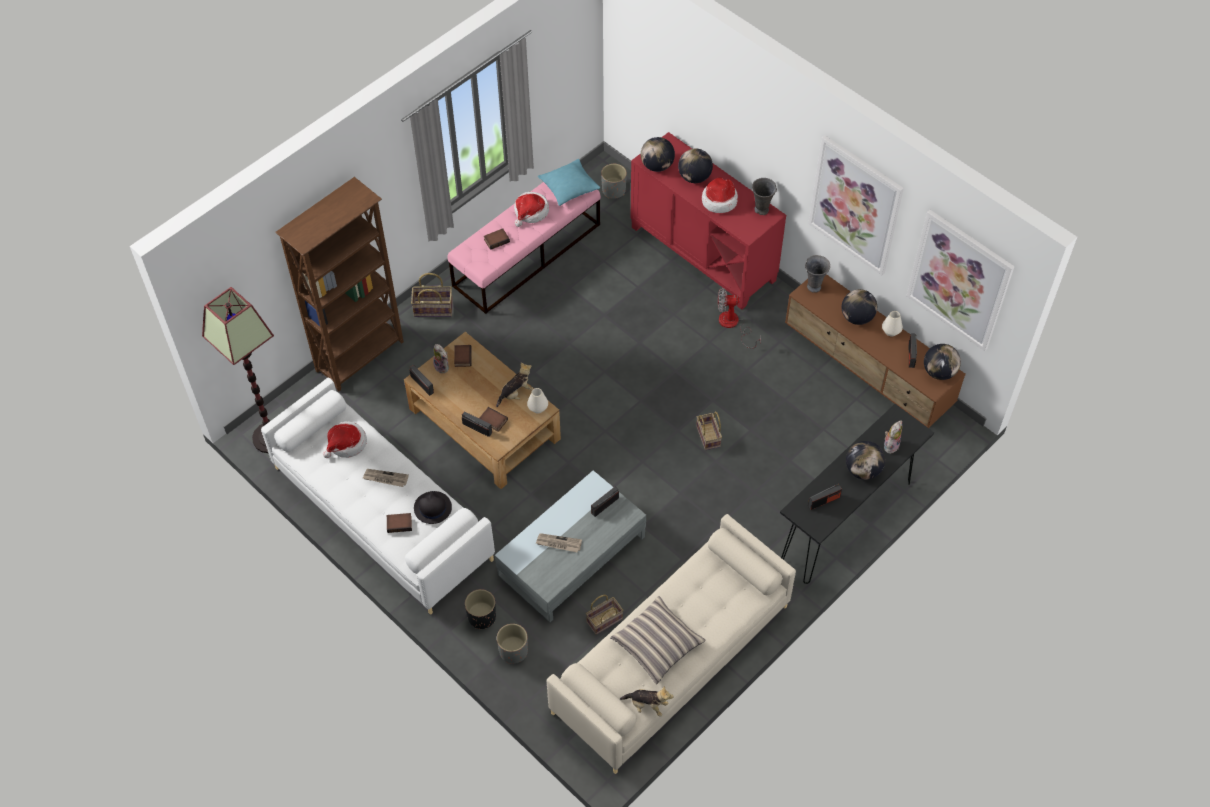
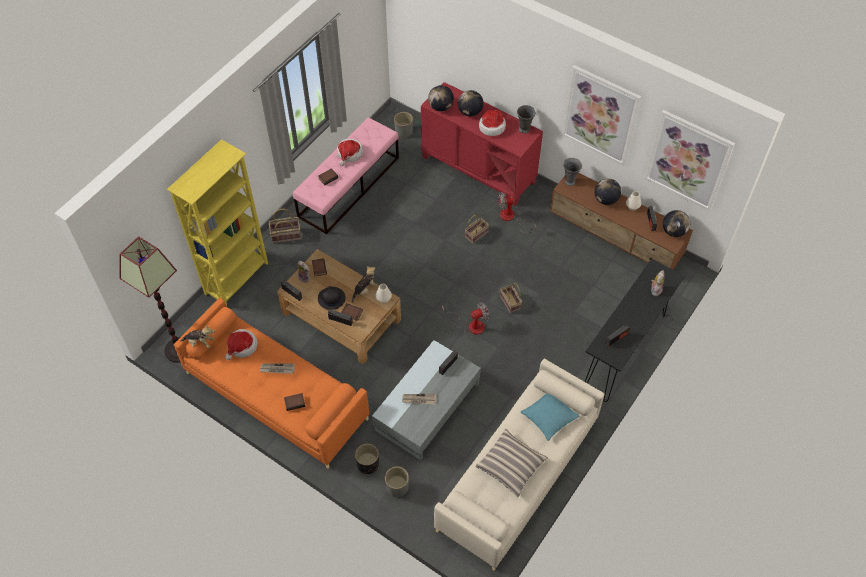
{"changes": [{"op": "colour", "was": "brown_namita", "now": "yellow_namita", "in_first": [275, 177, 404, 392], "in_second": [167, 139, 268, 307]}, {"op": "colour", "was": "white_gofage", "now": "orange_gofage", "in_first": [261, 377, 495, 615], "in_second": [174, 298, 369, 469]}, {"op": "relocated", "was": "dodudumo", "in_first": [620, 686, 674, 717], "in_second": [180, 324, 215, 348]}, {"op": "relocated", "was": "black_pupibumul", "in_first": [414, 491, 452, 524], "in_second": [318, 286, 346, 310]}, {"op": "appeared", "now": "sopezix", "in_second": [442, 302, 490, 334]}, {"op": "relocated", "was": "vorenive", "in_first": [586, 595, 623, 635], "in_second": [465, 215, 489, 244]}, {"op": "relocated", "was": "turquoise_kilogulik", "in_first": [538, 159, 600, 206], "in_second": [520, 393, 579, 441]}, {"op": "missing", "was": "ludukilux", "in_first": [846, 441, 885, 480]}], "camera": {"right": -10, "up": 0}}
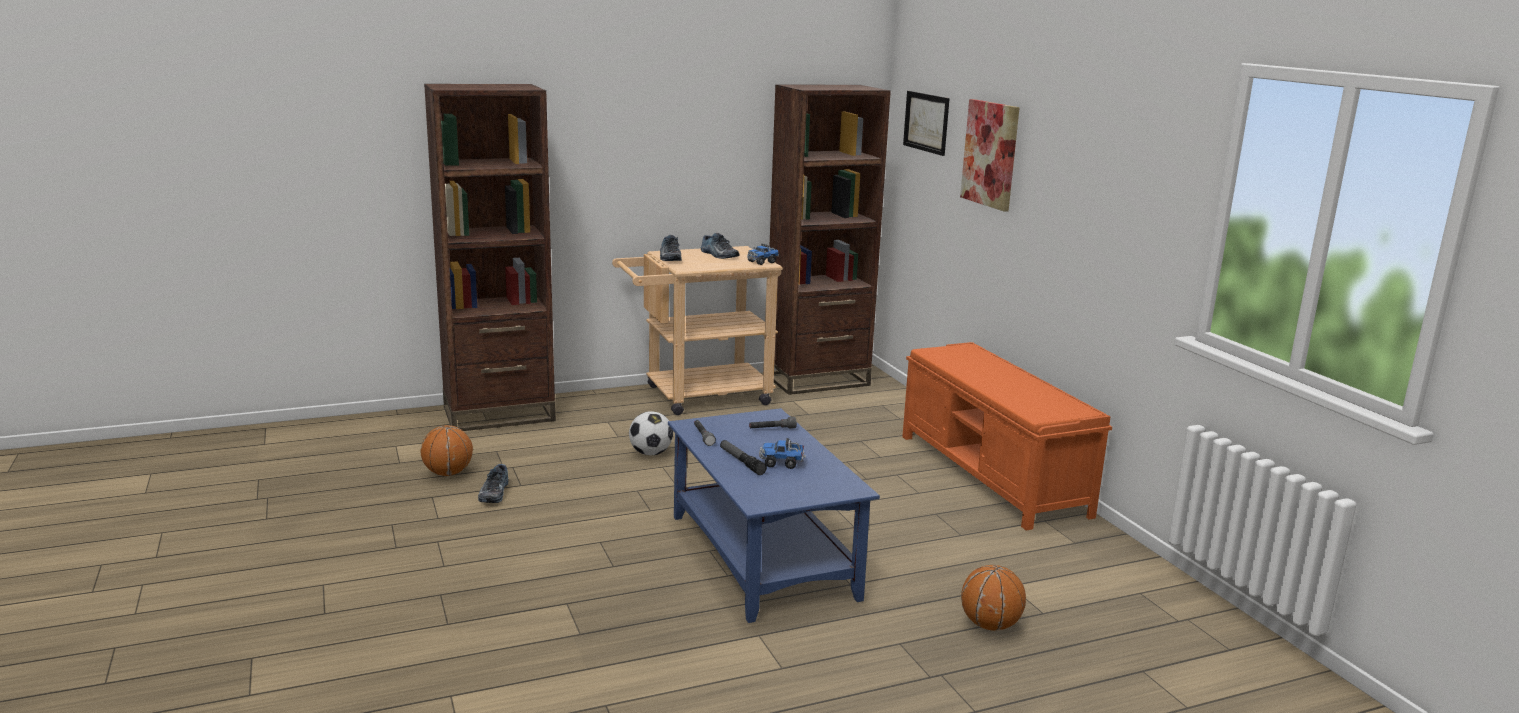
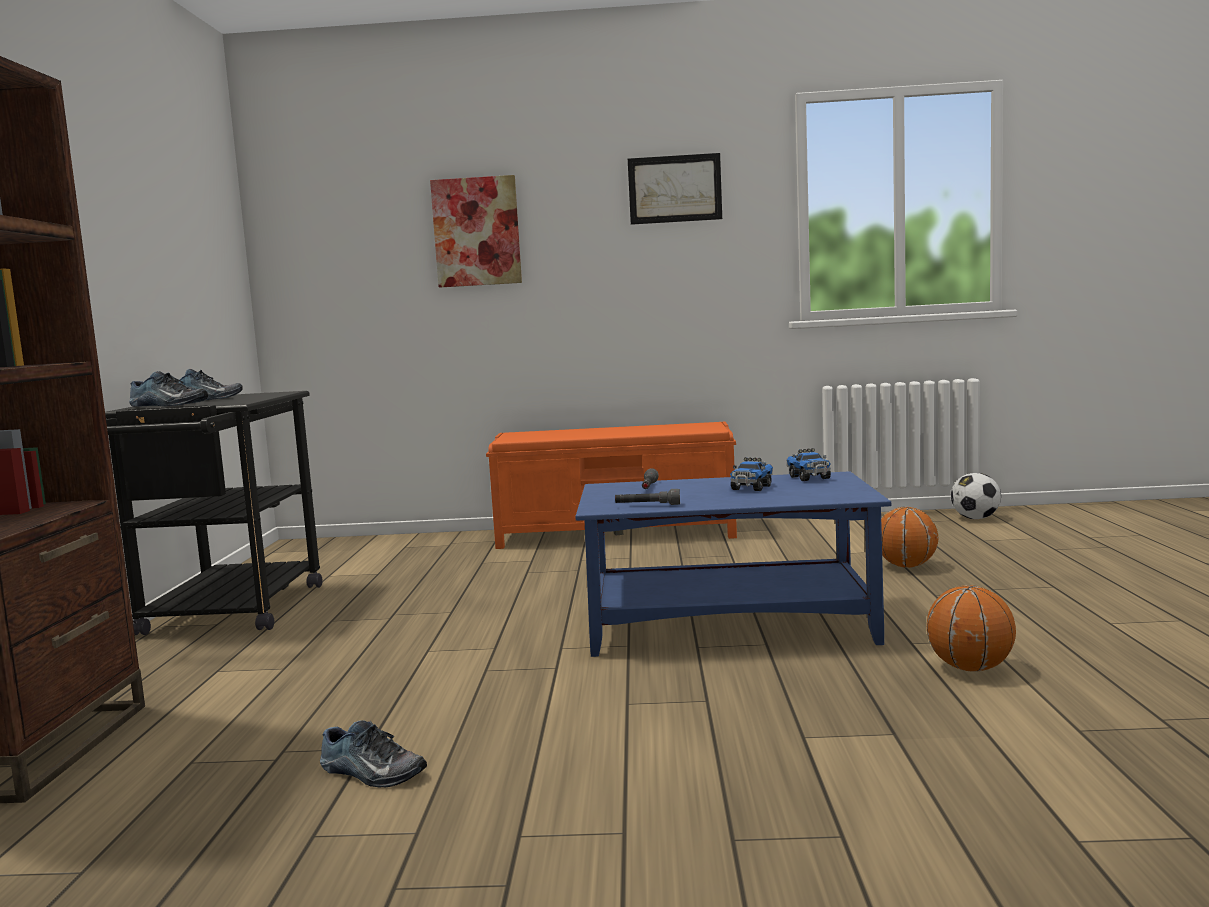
{"changes": [{"op": "colour", "was": "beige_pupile", "now": "black_pupile", "in_first": [612, 246, 783, 415], "in_second": [105, 391, 323, 635]}, {"op": "relocated", "was": "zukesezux", "in_first": [903, 91, 950, 156], "in_second": [628, 153, 722, 225]}, {"op": "relocated", "was": "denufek", "in_first": [747, 243, 779, 265], "in_second": [787, 448, 831, 481]}, {"op": "relocated", "was": "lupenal", "in_first": [421, 425, 473, 476], "in_second": [927, 585, 1016, 672]}, {"op": "relocated", "was": "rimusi", "in_first": [629, 411, 673, 455], "in_second": [951, 473, 1001, 519]}, {"op": "missing", "was": "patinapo", "in_first": [720, 440, 767, 475]}, {"op": "missing", "was": "brown_namita", "in_first": [769, 85, 891, 395]}], "camera": {"right": -65, "up": -10}}
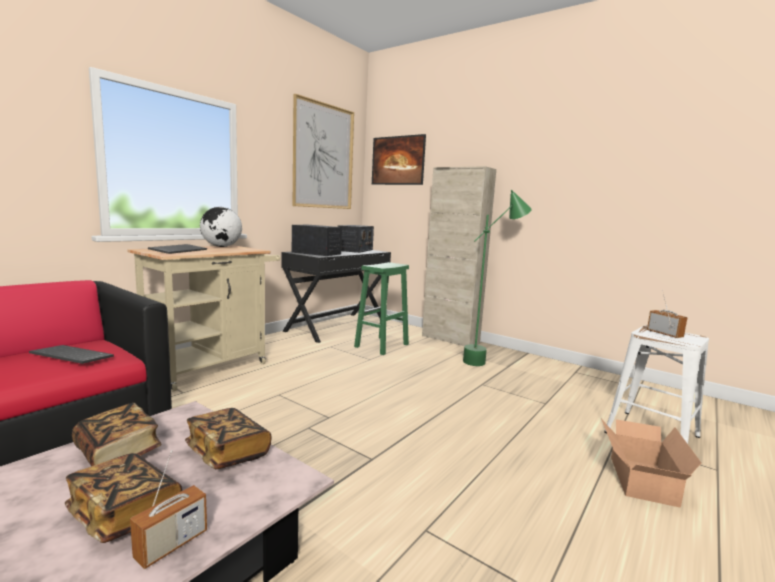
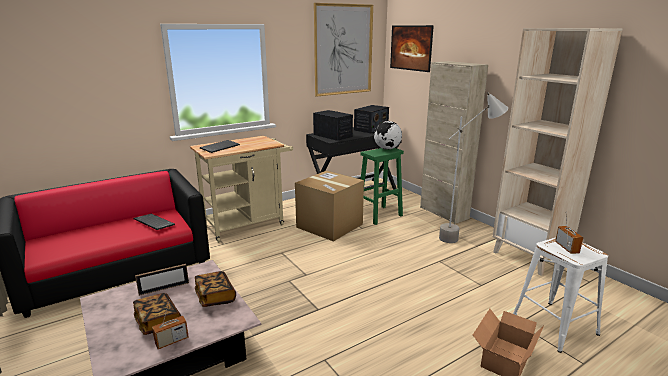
{"changes": [{"op": "exchanged", "was": "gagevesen", "now": "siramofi", "in_first": [72, 403, 162, 466], "in_second": [135, 264, 189, 296]}, {"op": "appeared", "now": "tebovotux", "in_second": [295, 171, 364, 242]}, {"op": "relocated", "was": "ludukilux", "in_first": [200, 207, 242, 247], "in_second": [374, 121, 402, 150]}, {"op": "colour", "was": "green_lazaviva", "now": "grey_lazaviva", "in_first": [463, 190, 532, 366], "in_second": [439, 92, 508, 243]}, {"op": "appeared", "now": "beige_namita", "in_second": [493, 28, 623, 276]}], "camera": {"right": 20, "up": 10}}
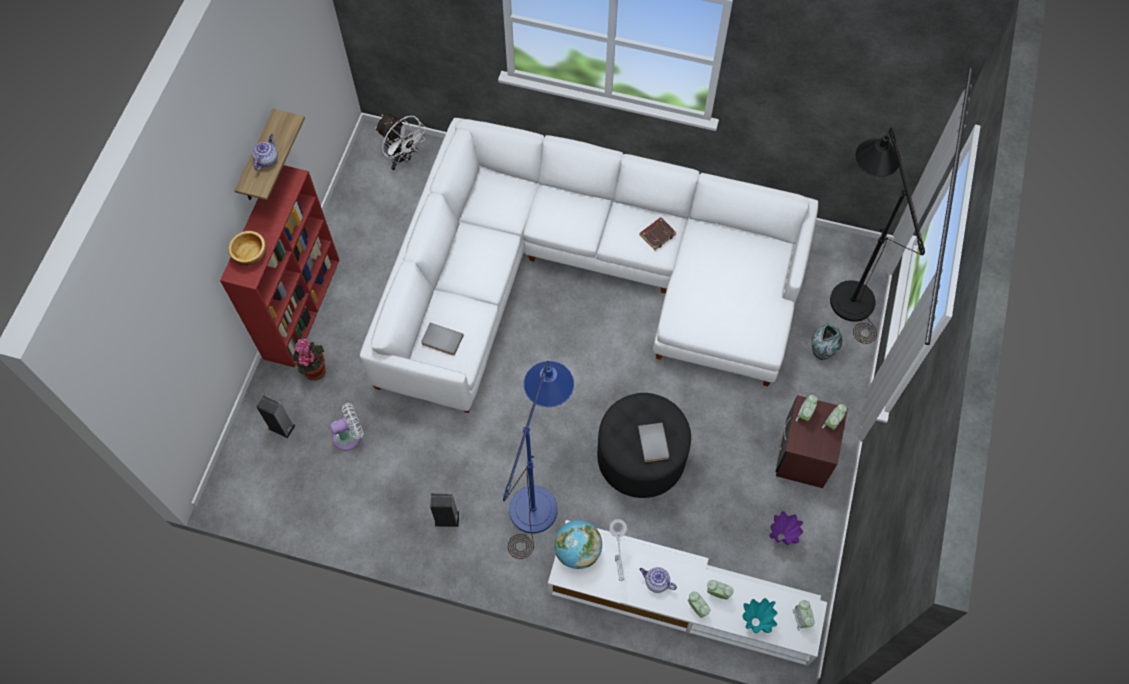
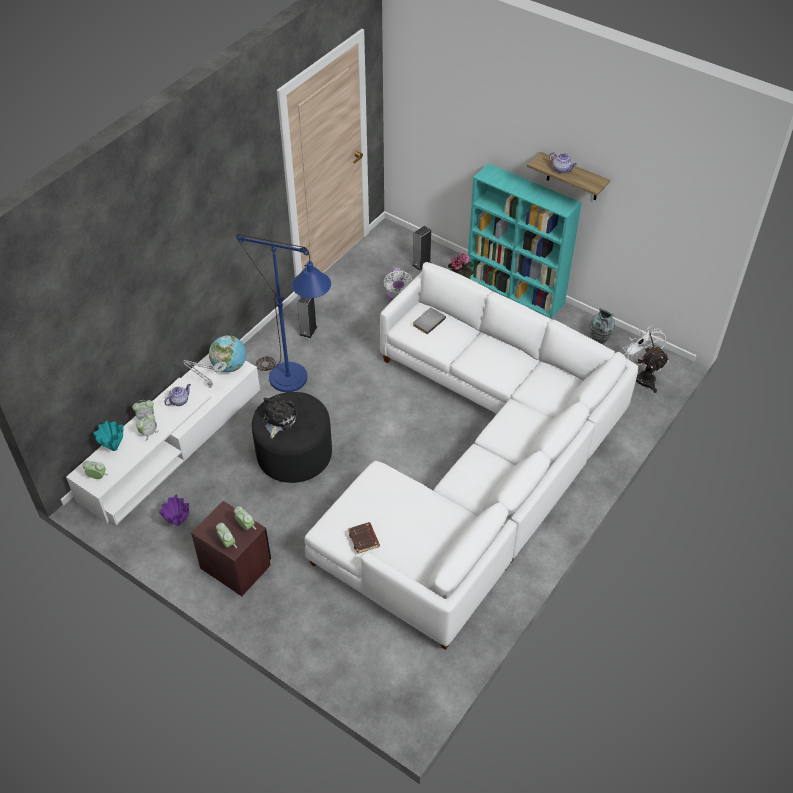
{"changes": [{"op": "exchanged", "was": "grey_gagevesen", "now": "dodudumo", "in_first": [638, 423, 669, 462], "in_second": [262, 396, 297, 438]}, {"op": "relocated", "was": "brown_gagevesen", "in_first": [639, 217, 677, 250], "in_second": [348, 522, 380, 554]}, {"op": "colour", "was": "red_namita", "now": "turquoise_namita", "in_first": [220, 165, 339, 368], "in_second": [467, 163, 582, 319]}, {"op": "relocated", "was": "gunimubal", "in_first": [811, 324, 842, 360], "in_second": [590, 308, 615, 344]}, {"op": "spun", "was": "white_sopezix", "in_first": [375, 114, 427, 170], "in_second": [623, 325, 669, 393], "clockwise": 90}, {"op": "missing", "was": "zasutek", "in_first": [228, 231, 266, 265]}, {"op": "missing", "was": "black_lazaviva", "in_first": [830, 128, 925, 344]}], "camera": {"right": 110, "up": -15}}
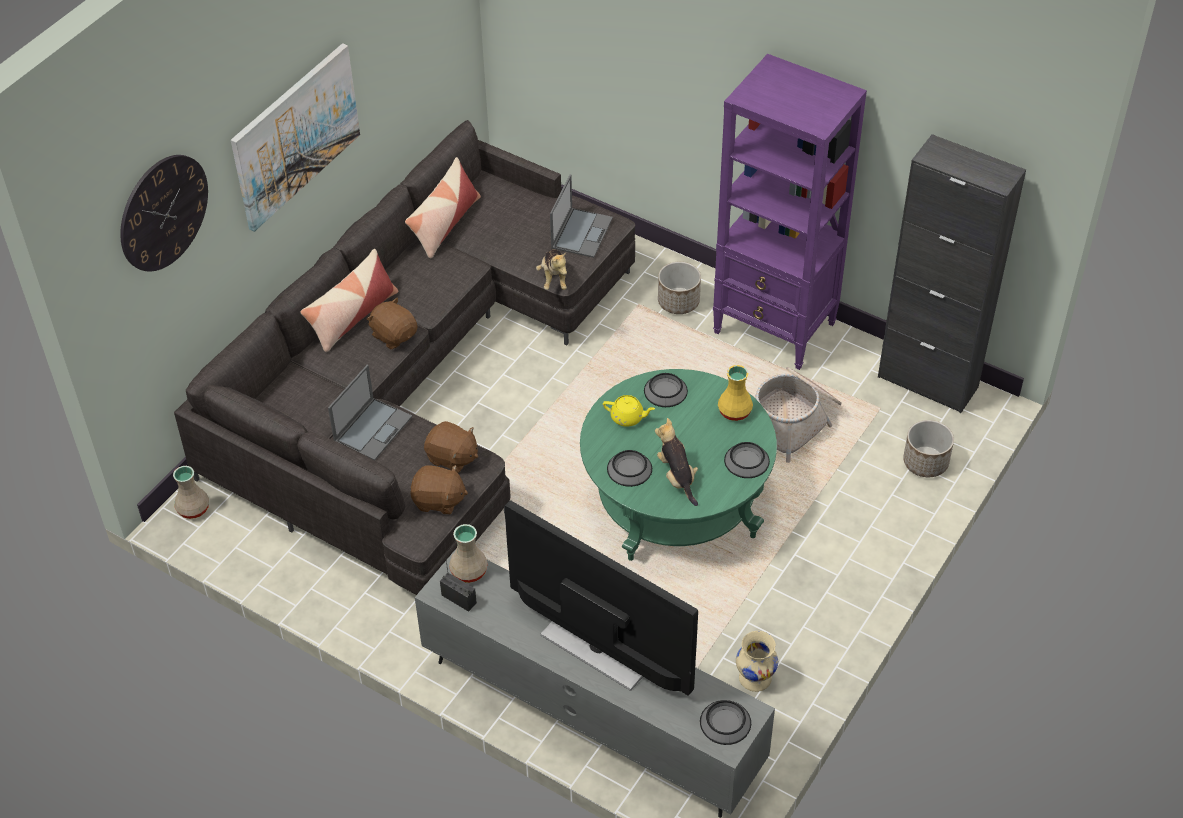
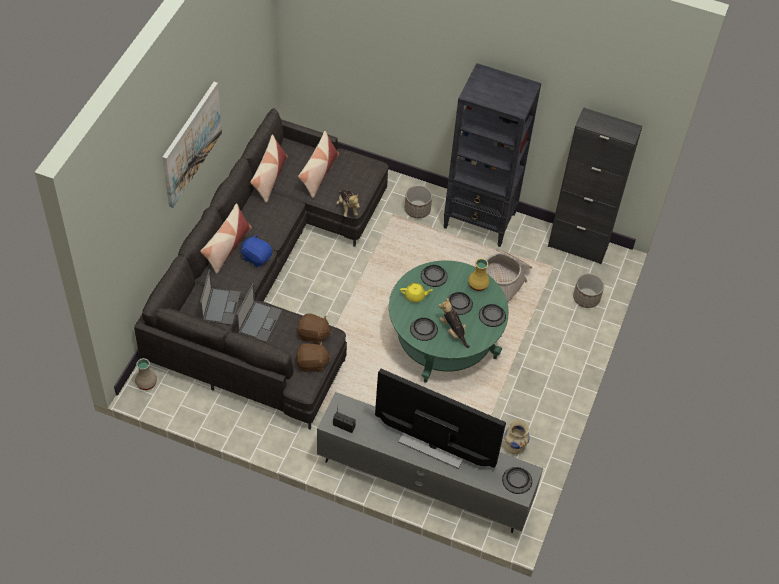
{"changes": [{"op": "relocated", "was": "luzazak", "in_first": [550, 174, 613, 258], "in_second": [200, 269, 241, 325]}, {"op": "colour", "was": "brown_dodudumo", "now": "blue_dodudumo", "in_first": [366, 298, 417, 350], "in_second": [241, 234, 272, 267]}, {"op": "appeared", "now": "kilogulik", "in_second": [298, 131, 339, 198]}, {"op": "colour", "was": "purple_namita", "now": "black_namita", "in_first": [713, 54, 867, 370], "in_second": [443, 63, 541, 247]}, {"op": "appeared", "now": "zasutek", "in_second": [447, 292, 473, 315]}, {"op": "missing", "was": "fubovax", "in_first": [120, 155, 208, 272]}, {"op": "missing", "was": "beige_gunimubal", "in_first": [449, 524, 488, 583]}], "camera": {"right": -15, "up": 5}}
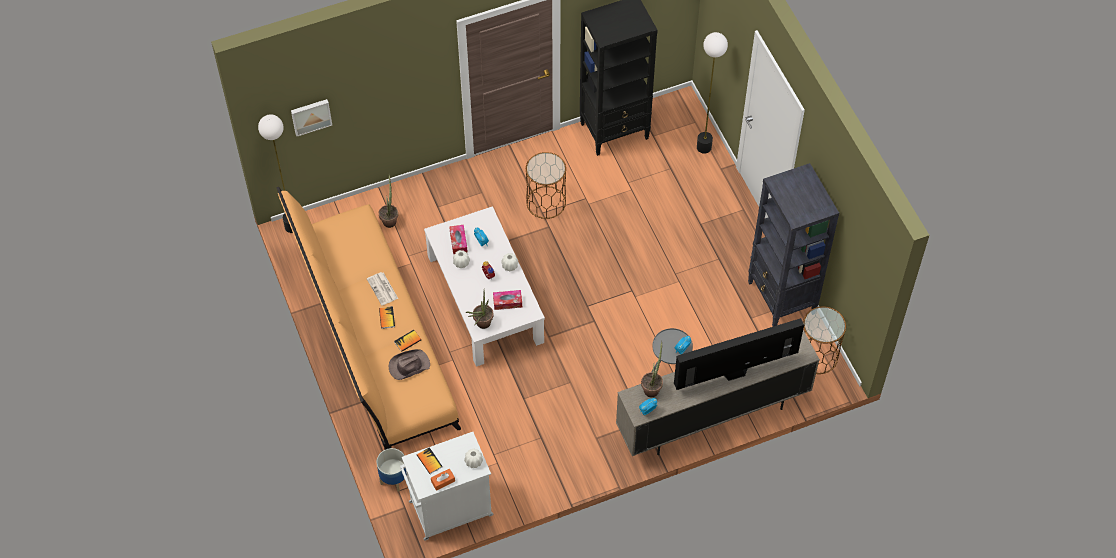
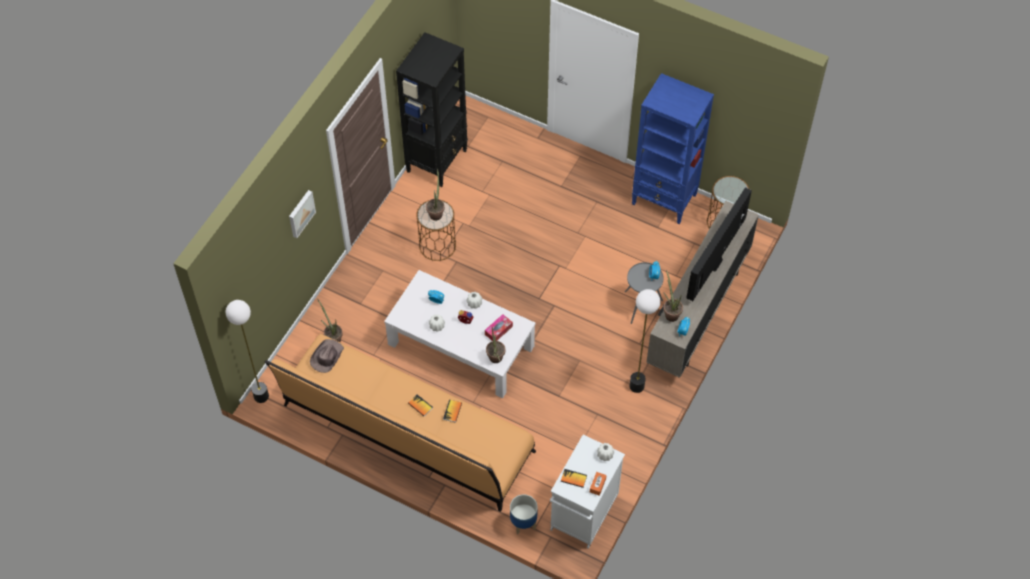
{"changes": [{"op": "relocated", "was": "zukesezux", "in_first": [291, 99, 332, 136], "in_second": [289, 190, 316, 238]}, {"op": "relocated", "was": "brown_pupibumul", "in_first": [389, 349, 430, 380], "in_second": [310, 339, 344, 373]}, {"op": "appeared", "now": "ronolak", "in_second": [426, 169, 445, 221]}, {"op": "relocated", "was": "lazaviva", "in_first": [697, 32, 728, 154], "in_second": [630, 289, 660, 393]}, {"op": "colour", "was": "black_namita", "now": "blue_namita", "in_first": [748, 163, 839, 327], "in_second": [632, 73, 714, 224]}, {"op": "missing", "was": "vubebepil", "in_first": [367, 272, 398, 305]}, {"op": "missing", "was": "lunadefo", "in_first": [449, 225, 468, 254]}], "camera": {"right": -40, "up": 0}}
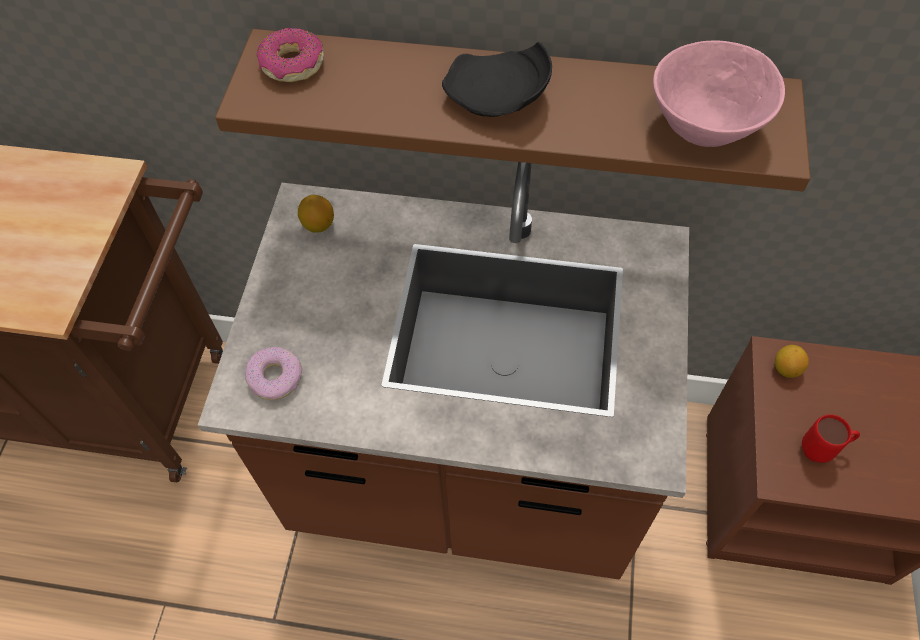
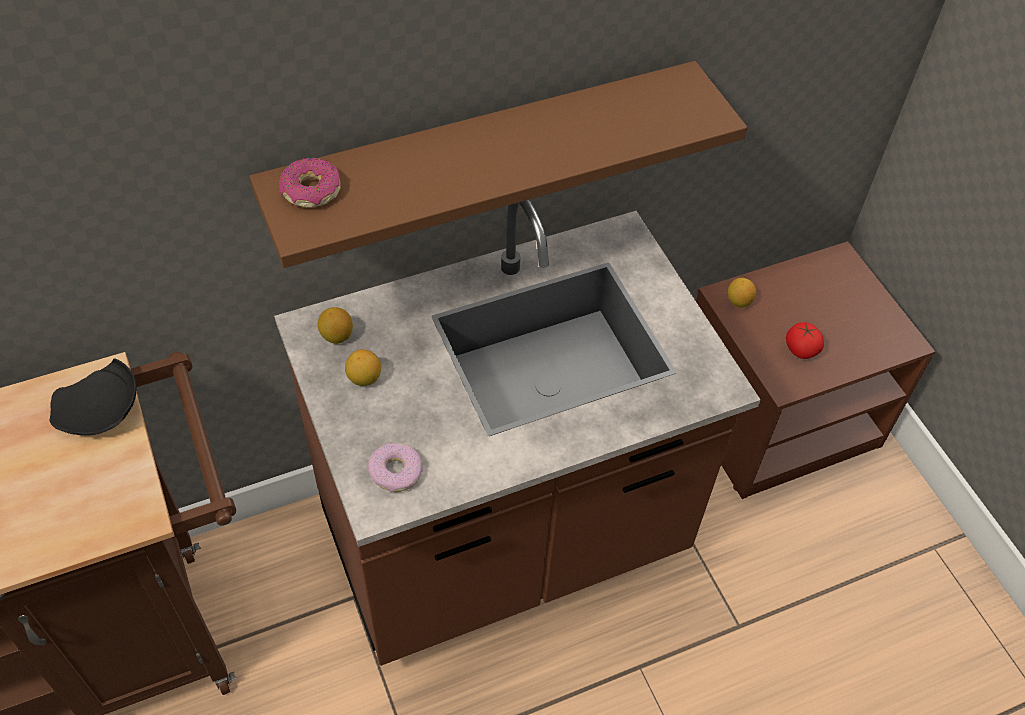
{"changes": [{"op": "relocated", "was": "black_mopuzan", "in_first": [442, 42, 552, 117], "in_second": [50, 358, 137, 436]}, {"op": "appeared", "now": "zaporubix", "in_second": [345, 349, 381, 386]}, {"op": "exchanged", "was": "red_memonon", "now": "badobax", "in_first": [802, 414, 860, 463], "in_second": [786, 322, 824, 359]}, {"op": "missing", "was": "pink_zasutek", "in_first": [653, 40, 785, 147]}], "camera": {"right": -35, "up": -5}}
